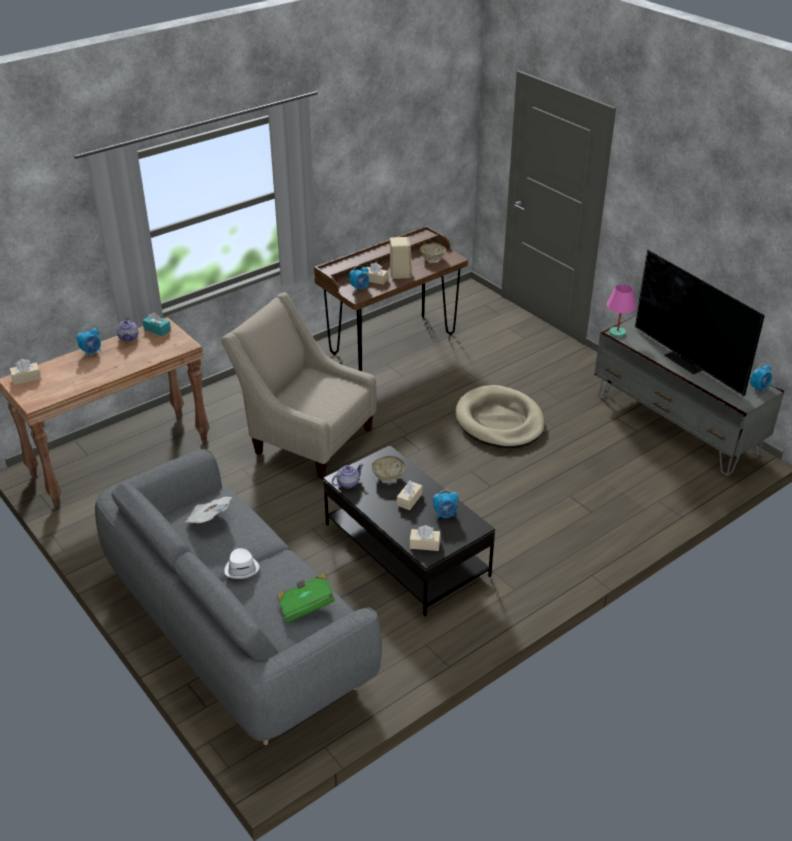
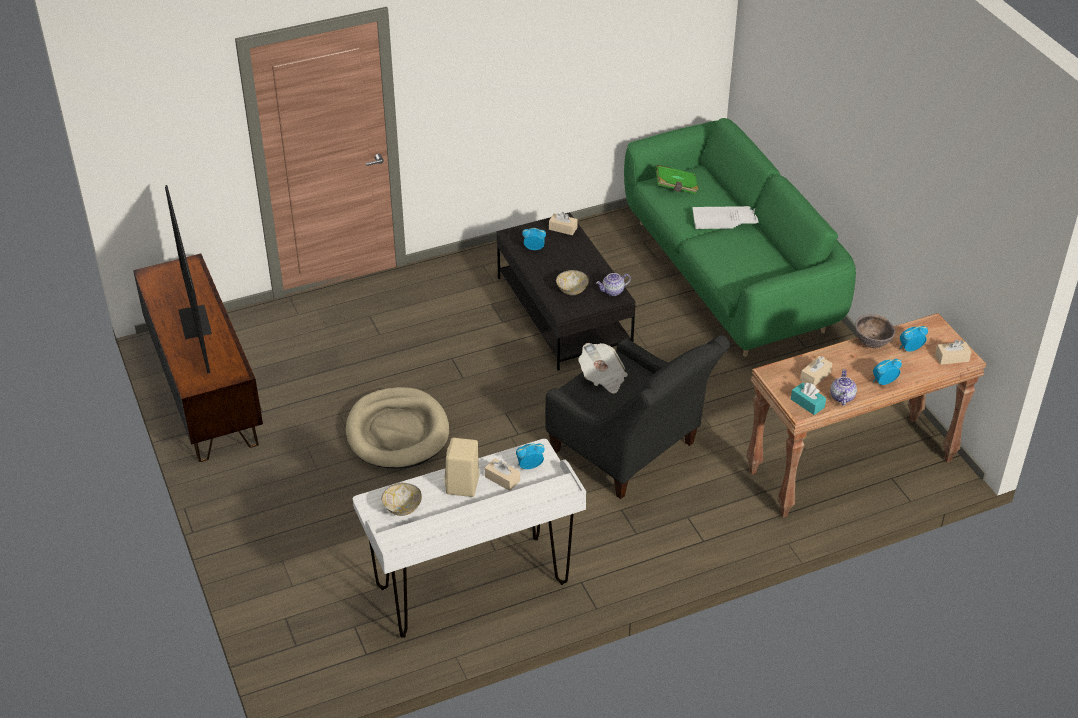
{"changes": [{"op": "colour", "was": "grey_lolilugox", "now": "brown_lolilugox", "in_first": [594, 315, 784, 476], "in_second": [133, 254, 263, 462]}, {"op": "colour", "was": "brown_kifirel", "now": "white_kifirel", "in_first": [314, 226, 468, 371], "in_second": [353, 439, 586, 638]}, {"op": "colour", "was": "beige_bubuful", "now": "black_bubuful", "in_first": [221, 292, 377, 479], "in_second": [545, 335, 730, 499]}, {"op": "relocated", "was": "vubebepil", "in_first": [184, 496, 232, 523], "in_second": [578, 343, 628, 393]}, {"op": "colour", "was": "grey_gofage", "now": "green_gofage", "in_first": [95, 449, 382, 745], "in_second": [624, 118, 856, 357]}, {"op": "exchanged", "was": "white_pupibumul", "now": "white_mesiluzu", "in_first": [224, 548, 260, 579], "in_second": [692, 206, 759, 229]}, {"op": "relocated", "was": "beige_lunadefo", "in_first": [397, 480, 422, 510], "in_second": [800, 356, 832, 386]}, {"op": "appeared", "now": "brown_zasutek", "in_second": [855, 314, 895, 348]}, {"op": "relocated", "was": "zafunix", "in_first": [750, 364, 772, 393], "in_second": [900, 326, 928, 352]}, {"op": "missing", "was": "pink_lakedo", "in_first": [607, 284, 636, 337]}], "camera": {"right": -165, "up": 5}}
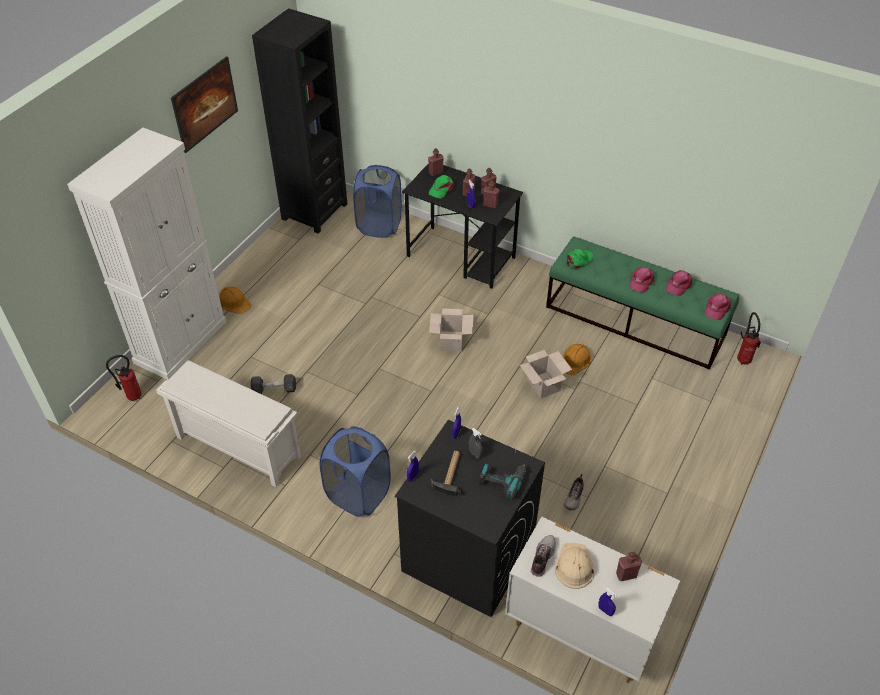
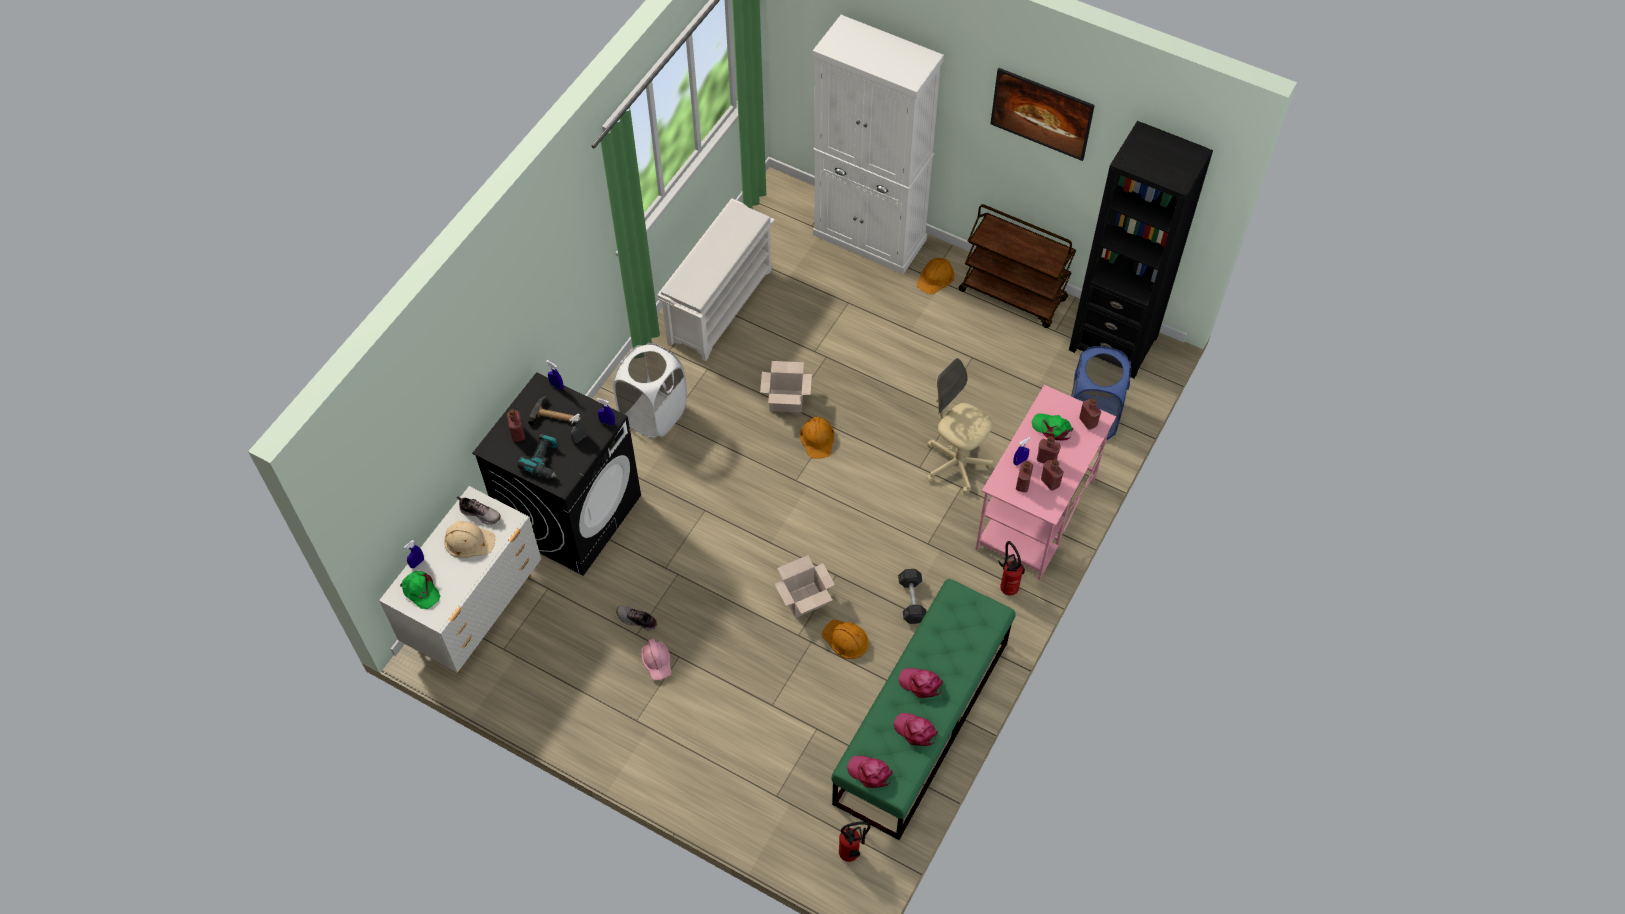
{"changes": [{"op": "relocated", "was": "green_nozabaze", "in_first": [567, 249, 593, 270], "in_second": [400, 571, 440, 609]}, {"op": "relocated", "was": "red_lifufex", "in_first": [616, 552, 642, 581], "in_second": [507, 409, 525, 442]}, {"op": "colour", "was": "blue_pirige", "now": "white_pirige", "in_first": [320, 426, 391, 517], "in_second": [613, 343, 687, 439]}, {"op": "appeared", "now": "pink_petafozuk", "in_second": [641, 639, 672, 680]}, {"op": "relocated", "was": "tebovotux", "in_first": [429, 308, 474, 352], "in_second": [760, 361, 812, 413]}, {"op": "appeared", "now": "orange_petafozuk", "in_second": [800, 417, 834, 459]}, {"op": "relocated", "was": "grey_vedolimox", "in_first": [251, 374, 296, 394], "in_second": [898, 569, 926, 624]}, {"op": "appeared", "now": "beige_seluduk", "in_second": [926, 358, 993, 494]}, {"op": "appeared", "now": "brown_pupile", "in_second": [959, 204, 1076, 328]}, {"op": "colour", "was": "black_kifirel", "now": "pink_kifirel", "in_first": [402, 163, 523, 289], "in_second": [975, 385, 1116, 580]}, {"op": "relocated", "was": "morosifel", "in_first": [106, 355, 142, 401], "in_second": [998, 541, 1025, 596]}], "camera": {"right": 90, "up": 10}}
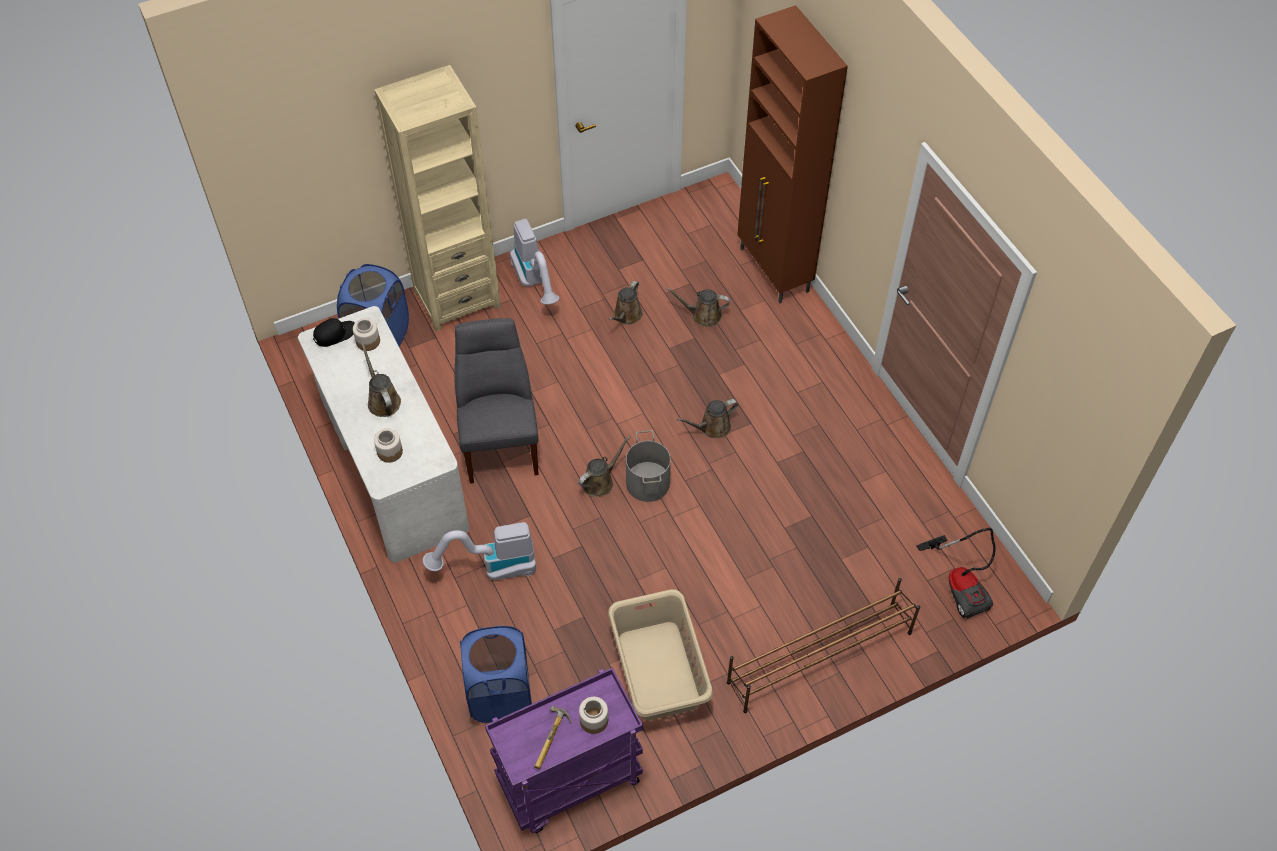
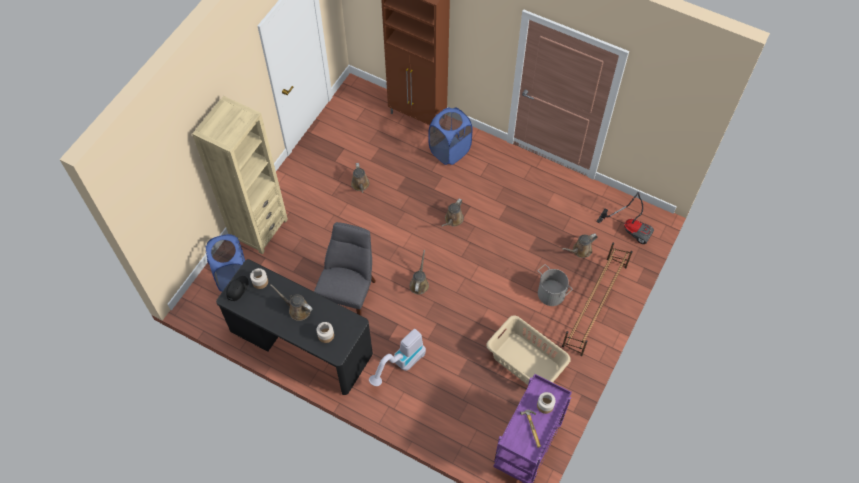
{"changes": [{"op": "colour", "was": "white_kifirel", "now": "black_kifirel", "in_first": [298, 306, 469, 562], "in_second": [216, 259, 373, 395]}, {"op": "spun", "was": "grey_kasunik", "in_first": [454, 318, 539, 483], "in_second": [314, 222, 376, 316], "clockwise": 60}, {"op": "relocated", "was": "blue_pirige", "in_first": [460, 626, 532, 723], "in_second": [429, 107, 473, 165]}, {"op": "relocated", "was": "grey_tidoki", "in_first": [626, 430, 671, 502], "in_second": [538, 264, 573, 306]}, {"op": "relocated", "was": "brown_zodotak", "in_first": [666, 288, 730, 327], "in_second": [562, 234, 598, 258]}, {"op": "missing", "was": "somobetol", "in_first": [510, 219, 559, 304]}], "camera": {"right": -35, "up": 5}}
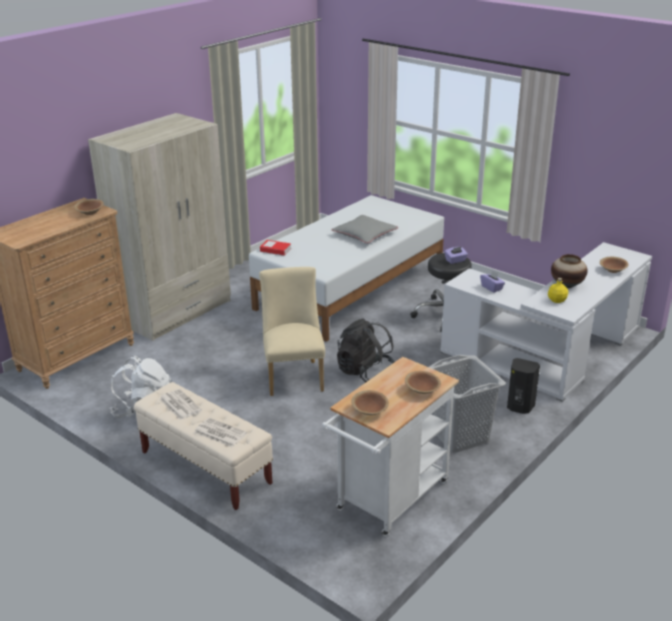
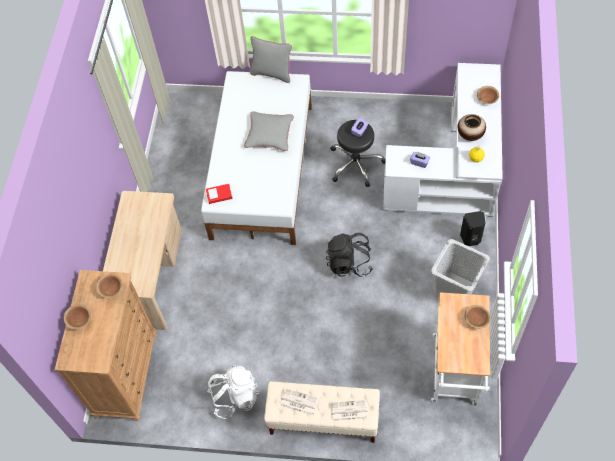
{"changes": [{"op": "relocated", "was": "brown_zasutek", "in_first": [351, 390, 389, 415], "in_second": [64, 304, 91, 330]}, {"op": "exchanged", "was": "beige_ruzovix", "now": "beige_kifirel", "in_first": [88, 113, 231, 341], "in_second": [103, 191, 182, 330]}, {"op": "appeared", "now": "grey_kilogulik", "in_second": [250, 36, 292, 83]}, {"op": "missing", "was": "beige_kasunik", "in_first": [259, 267, 325, 396]}], "camera": {"right": -30, "up": 30}}
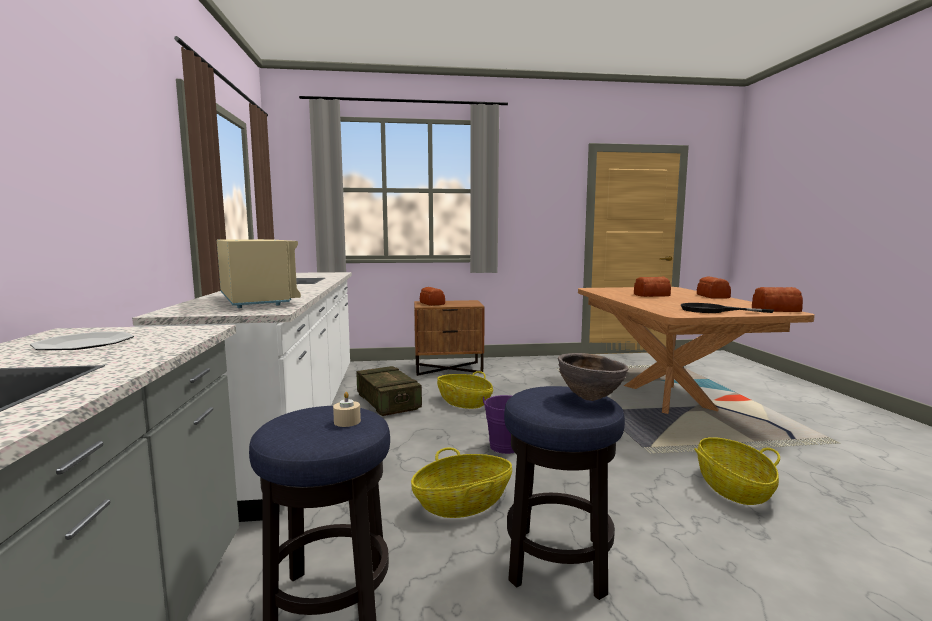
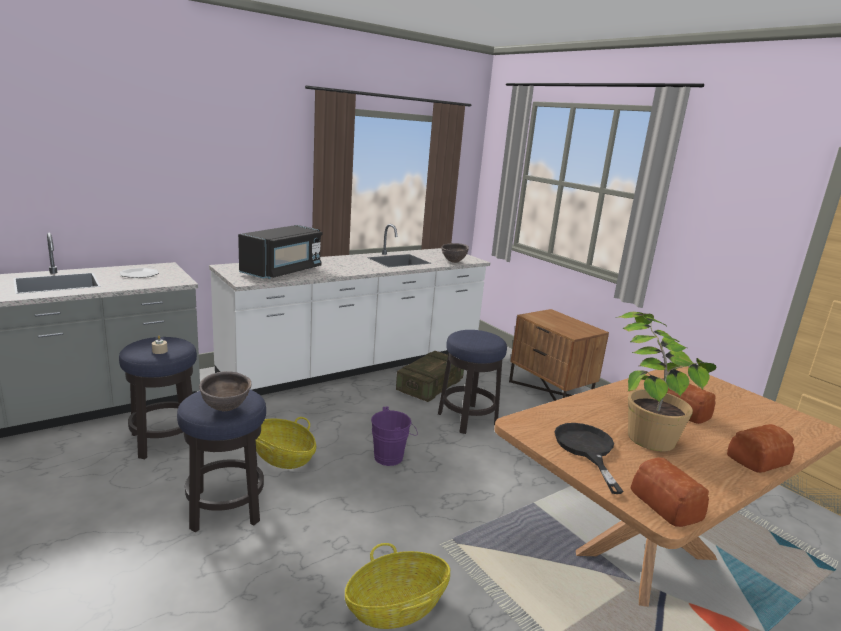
{"changes": [{"op": "colour", "was": "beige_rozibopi", "now": "black_rozibopi", "in_first": [217, 239, 301, 308], "in_second": [238, 225, 322, 279]}, {"op": "exchanged", "was": "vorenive", "now": "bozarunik", "in_first": [437, 371, 493, 409], "in_second": [438, 330, 507, 434]}, {"op": "appeared", "now": "brown_zasutek", "in_second": [441, 243, 469, 263]}, {"op": "appeared", "now": "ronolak", "in_second": [616, 312, 717, 451]}, {"op": "missing", "was": "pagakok", "in_first": [420, 287, 445, 306]}], "camera": {"right": 60, "up": 10}}
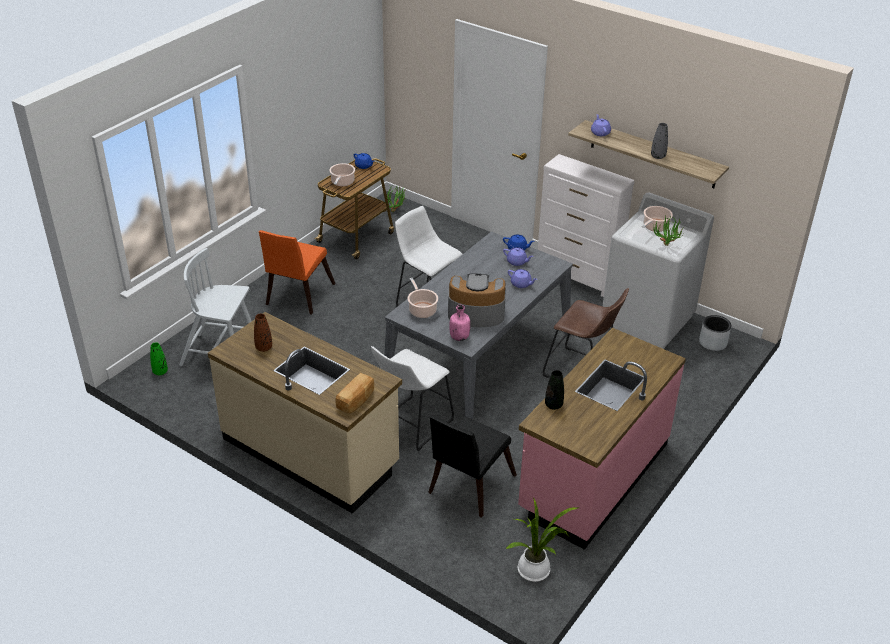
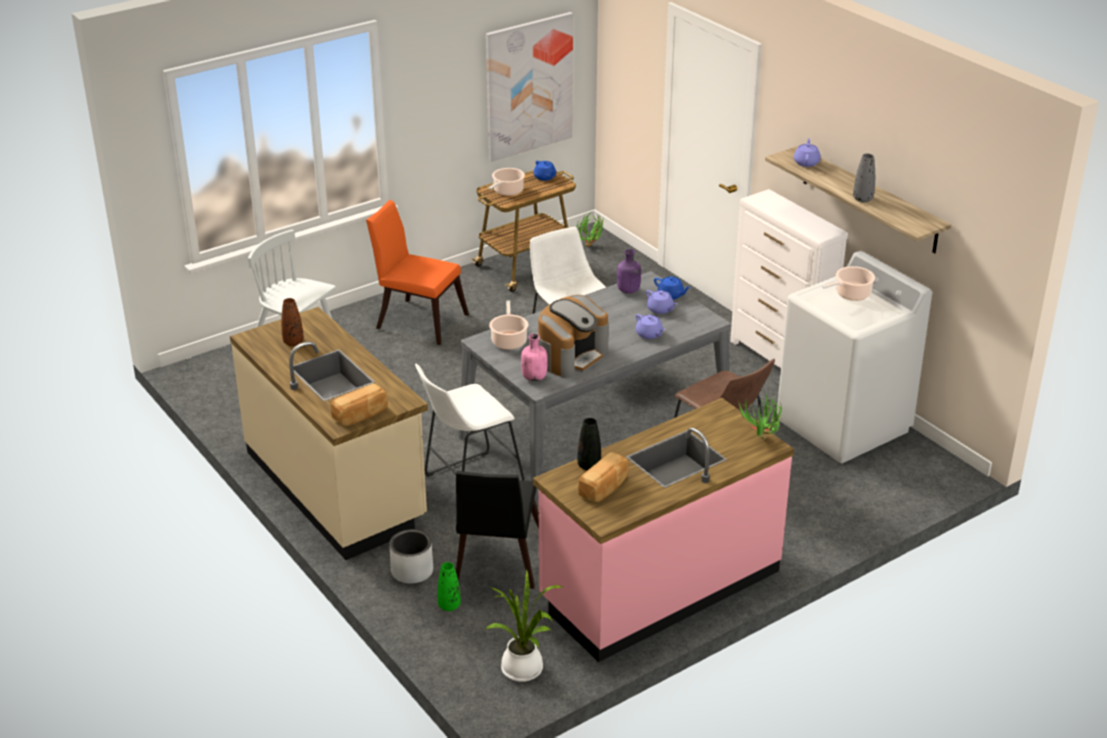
{"changes": [{"op": "spun", "was": "orange_kasunik", "in_first": [259, 230, 336, 315], "in_second": [366, 200, 469, 345], "clockwise": 75}, {"op": "relocated", "was": "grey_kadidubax", "in_first": [699, 315, 731, 351], "in_second": [389, 529, 433, 584]}, {"op": "relocated", "was": "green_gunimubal", "in_first": [150, 342, 168, 375], "in_second": [438, 562, 460, 611]}, {"op": "spun", "was": "black_kasunik", "in_first": [428, 415, 517, 518], "in_second": [456, 471, 539, 589], "clockwise": -45}, {"op": "appeared", "now": "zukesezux", "in_second": [486, 12, 573, 162]}, {"op": "spun", "was": "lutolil", "in_first": [448, 274, 506, 327], "in_second": [537, 295, 609, 378], "clockwise": 105}, {"op": "appeared", "now": "pagakok", "in_second": [578, 452, 629, 502]}, {"op": "appeared", "now": "purple_lifufex", "in_second": [617, 249, 641, 293]}, {"op": "relocated", "was": "ronolak", "in_first": [653, 216, 682, 246], "in_second": [739, 394, 782, 440]}], "camera": {"right": 20, "up": -5}}
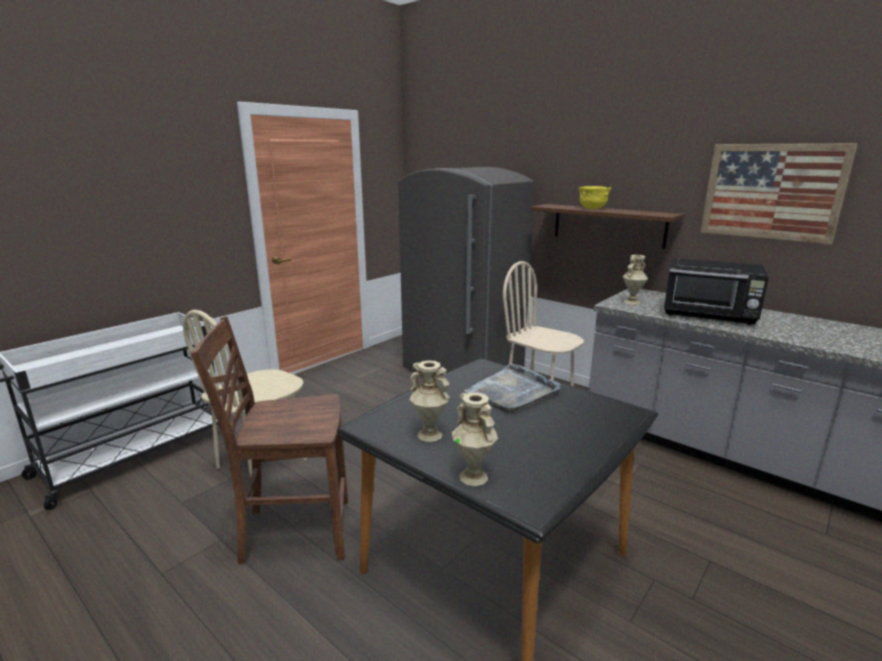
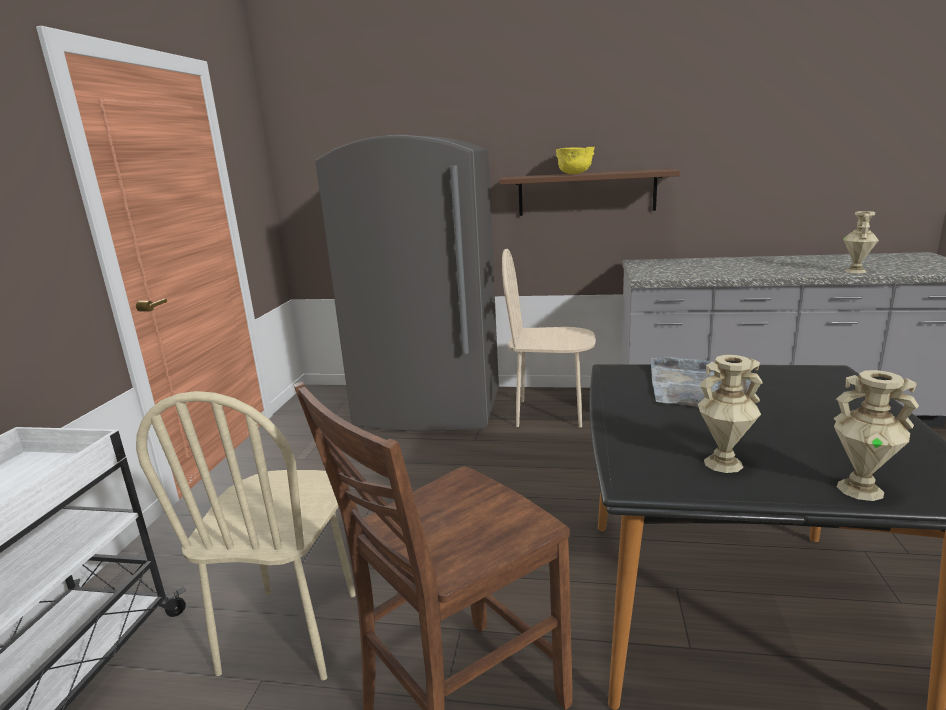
{"changes": [{"op": "relocated", "was": "beige_gunimubal", "in_first": [623, 255, 648, 304], "in_second": [843, 211, 879, 273]}, {"op": "missing", "was": "black_rozibopi", "in_first": [664, 258, 769, 325]}, {"op": "missing", "was": "zukesezux", "in_first": [700, 143, 858, 245]}], "camera": {"right": -30, "up": 0}}
